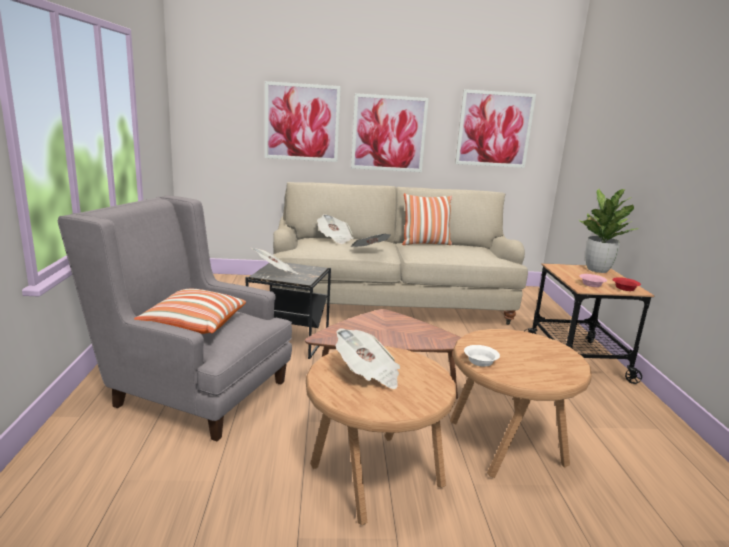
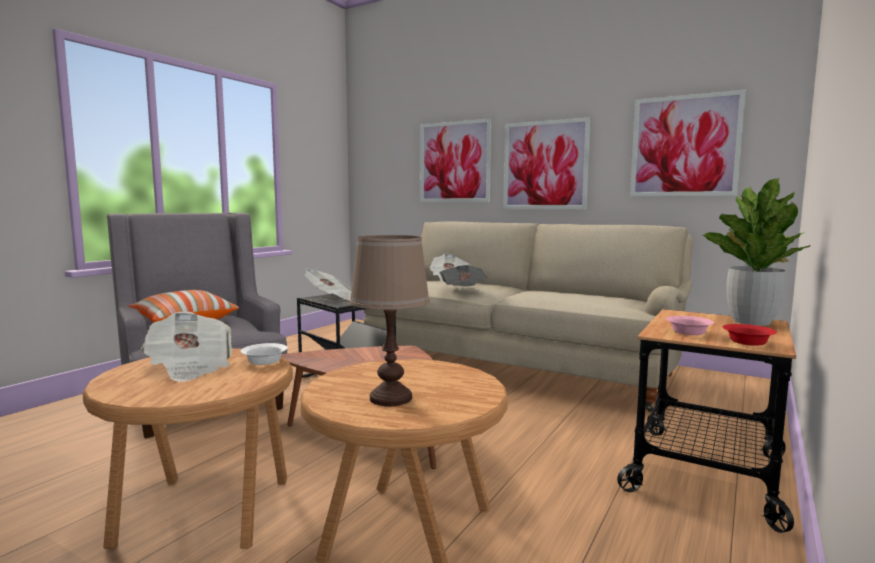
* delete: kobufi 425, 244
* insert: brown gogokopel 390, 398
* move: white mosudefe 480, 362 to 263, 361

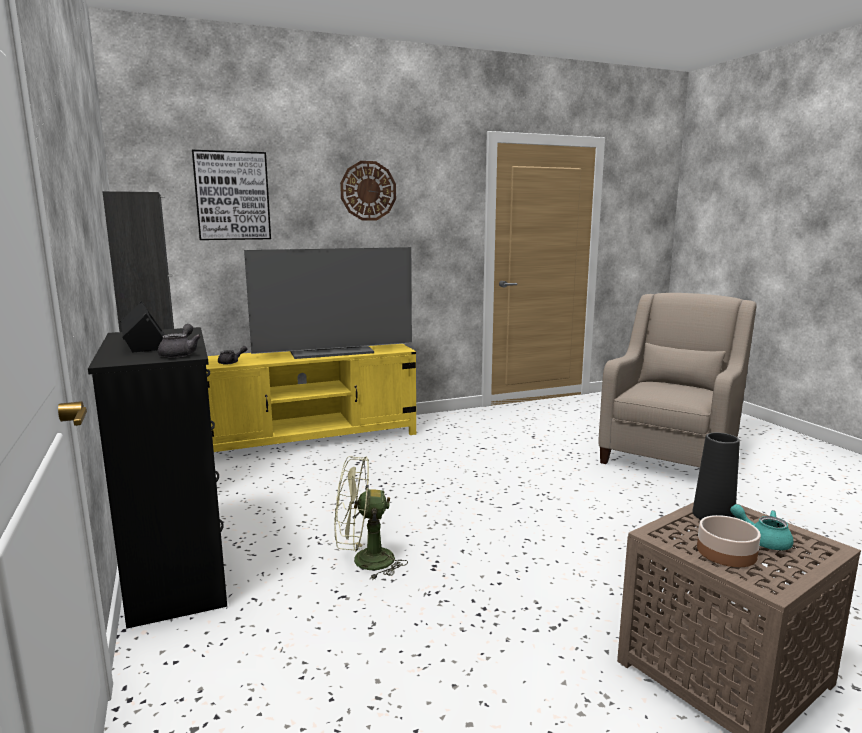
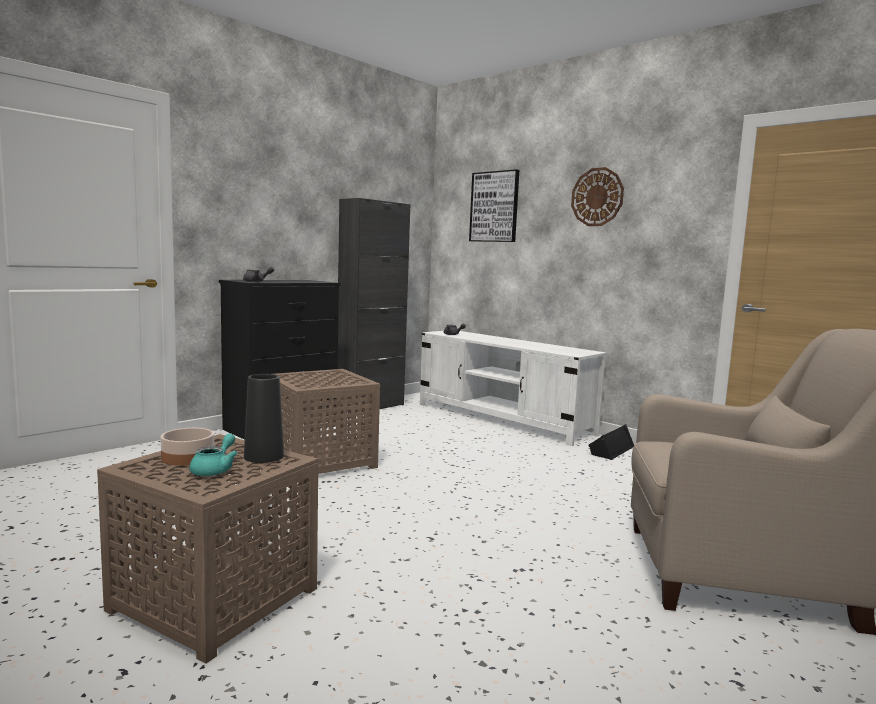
* delete: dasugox 332, 352
* move: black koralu 143, 342 to 610, 450
* replace: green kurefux 364, 562 to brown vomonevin 319, 462
* recolor: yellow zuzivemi 310, 439 to white zuzivemi 503, 419

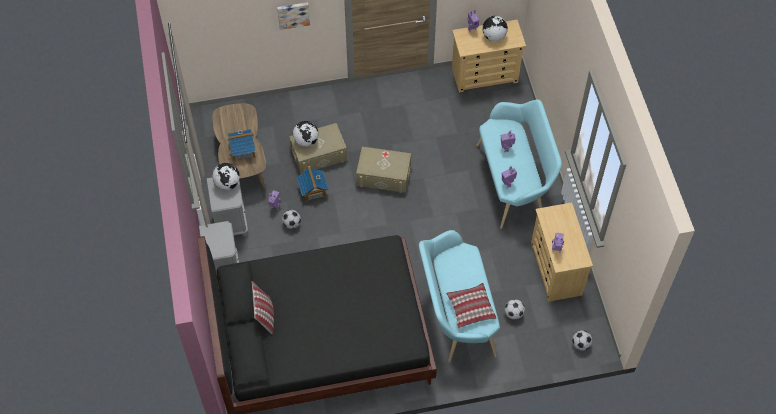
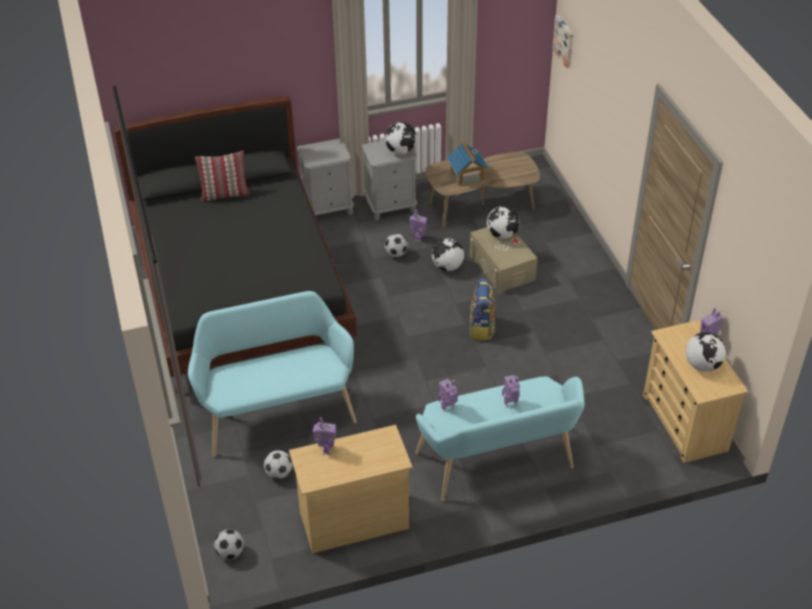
* delete: kobufi 470, 308
* move: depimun 293, 14 to 564, 41
* replace: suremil 313, 190 to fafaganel 447, 267
* replace: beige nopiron 384, 175 to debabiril 482, 328

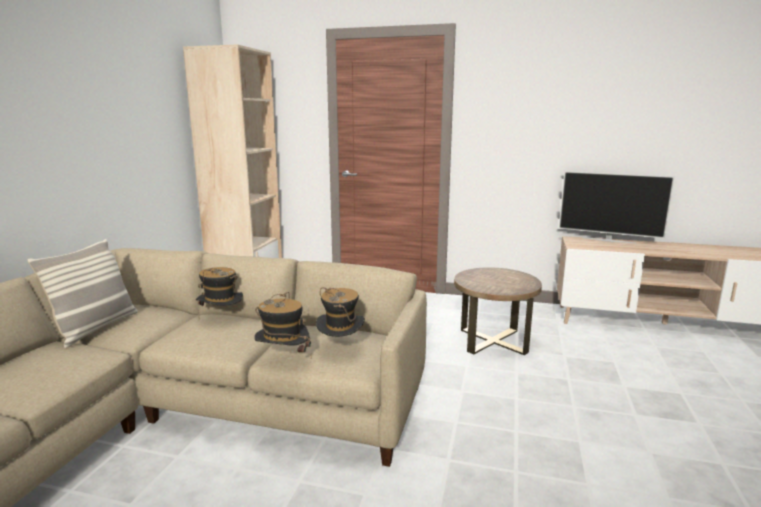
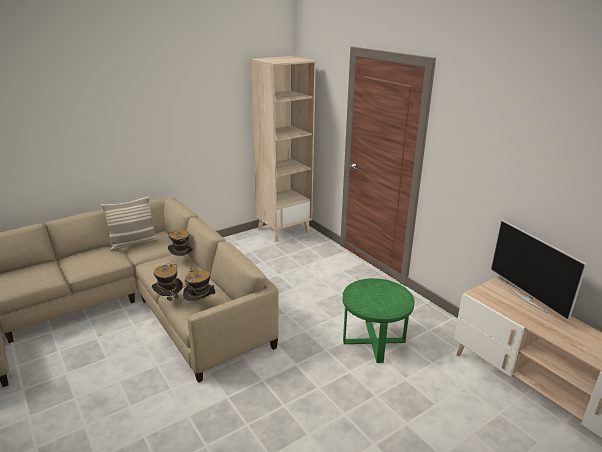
* recolor: brown vomonevin 493, 341 to green vomonevin 374, 341

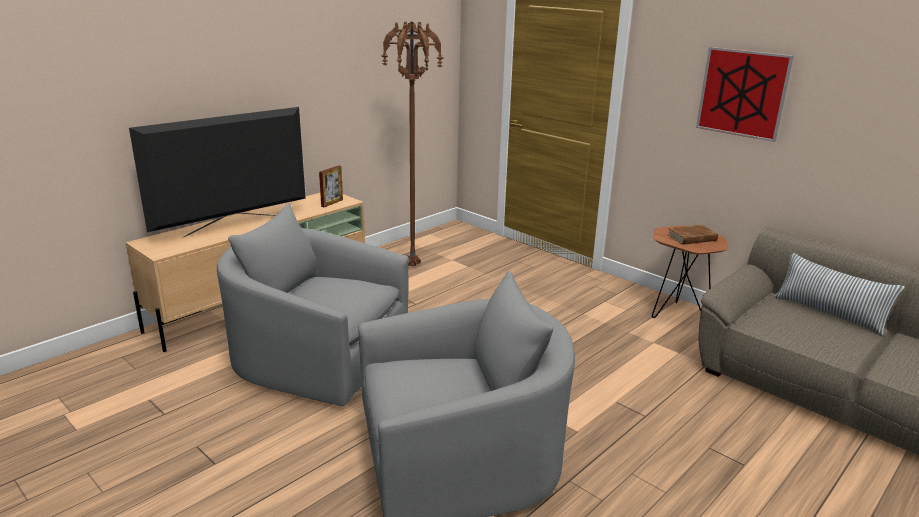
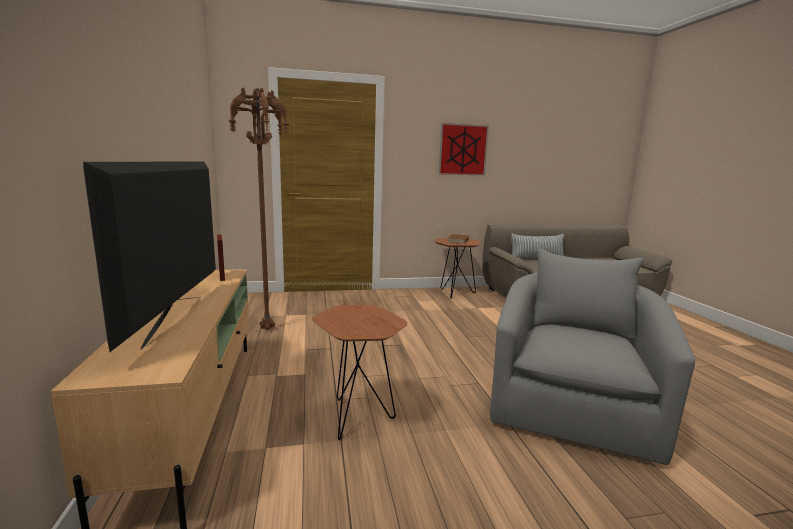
* replace: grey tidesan 316, 358 to brown vomonevin 358, 419

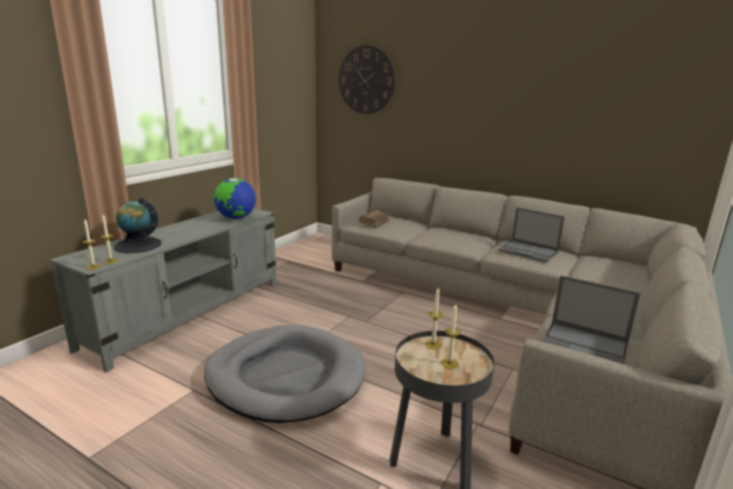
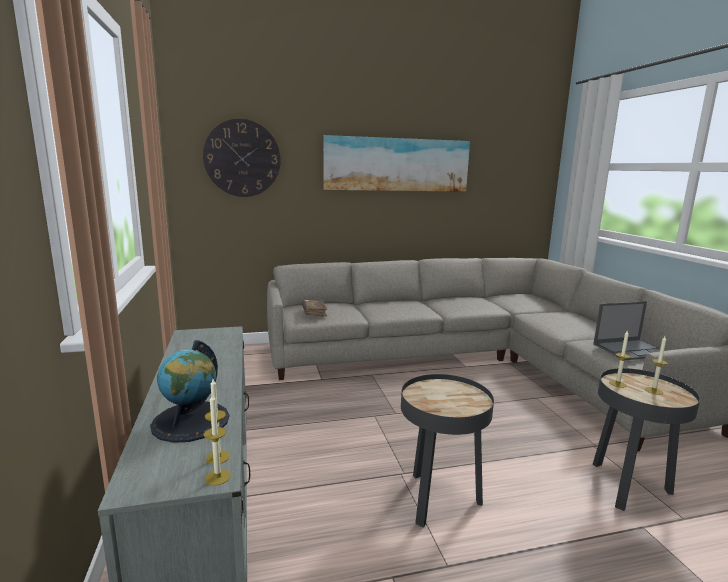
* delete: fafaganel 236, 218
* delete: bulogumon 529, 251
* insert: depimun 397, 164
* replace: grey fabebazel 285, 377 to black vomonevin 438, 499

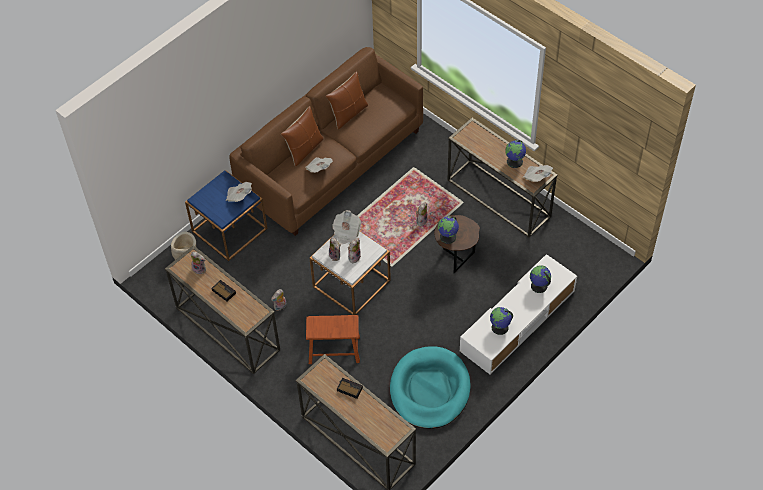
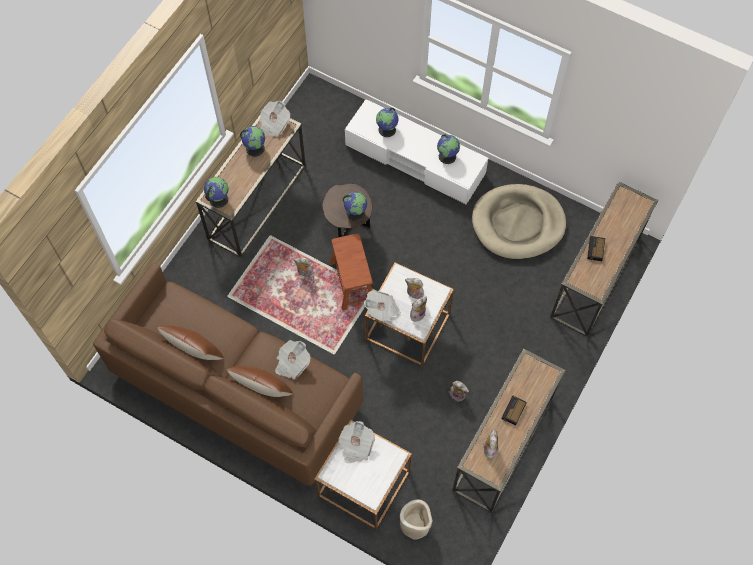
* insert: fafaganel 218, 199
* move: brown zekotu 334, 349 to 353, 282
* recolor: blue vomonevin 229, 230 to white vomonevin 363, 483
* recolor: turquoise fabebazel 430, 390 to beige fabebazel 518, 223

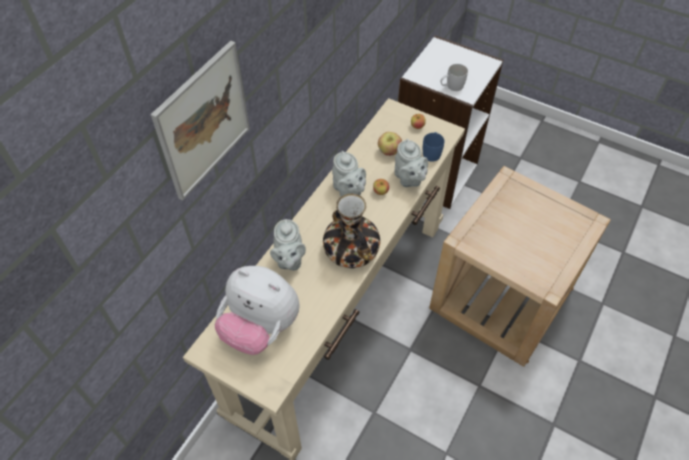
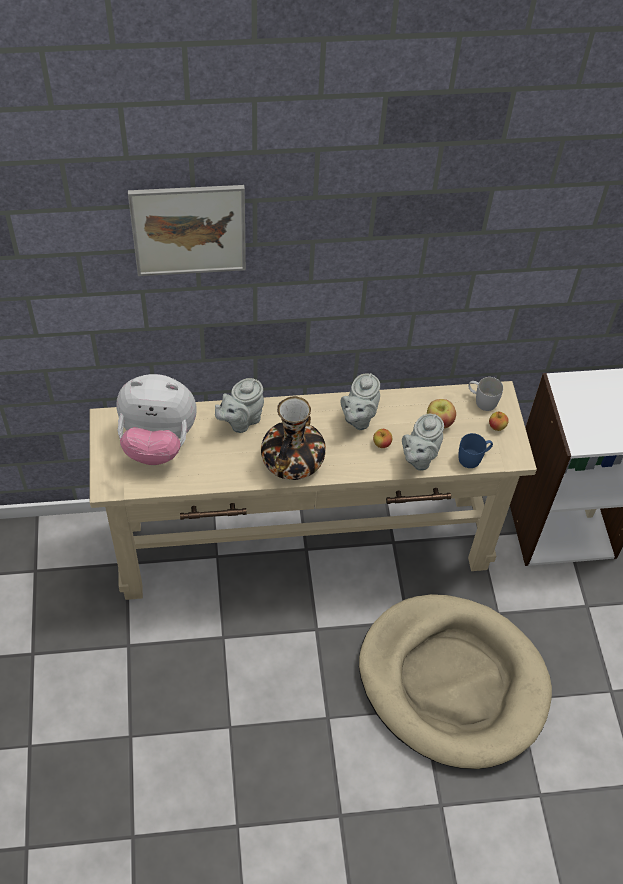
* move: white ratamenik 451, 87 to 482, 400
* replace: beige vomonevin 501, 298 to beige fabebazel 452, 682
* rotate: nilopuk 260, 327 = 157, 443 75 degrees counterclockwise

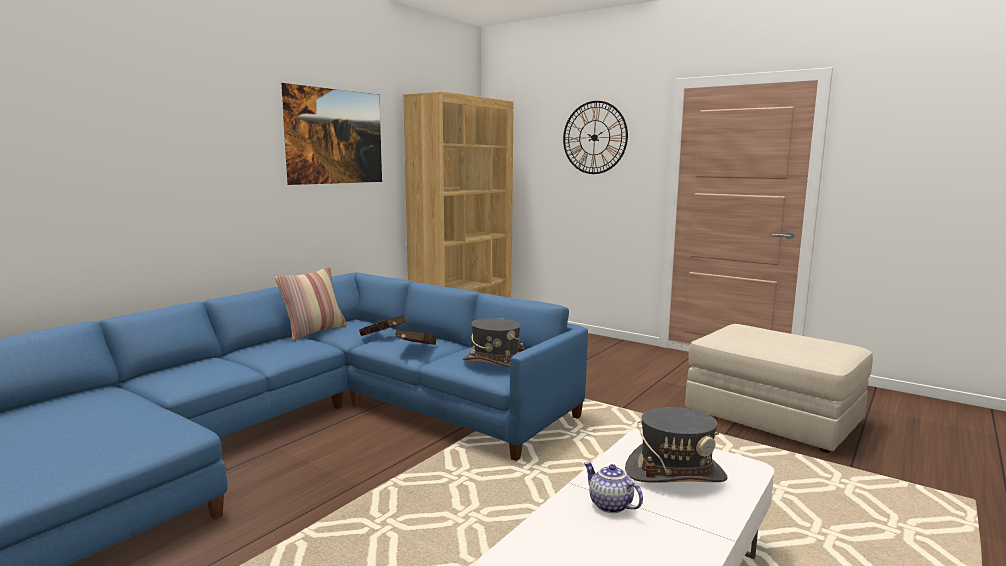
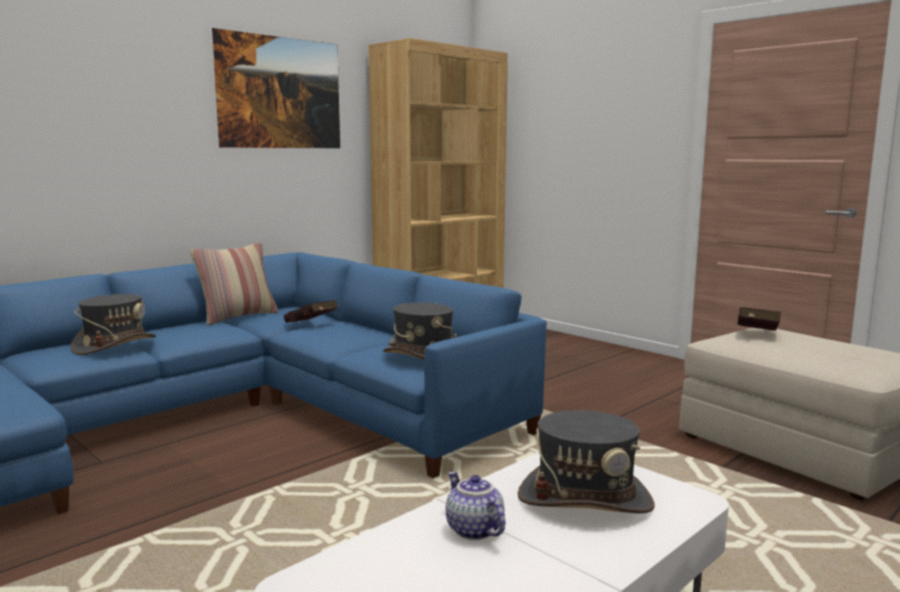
* delete: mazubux 594, 137
* insert: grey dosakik 114, 345
* move: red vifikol 415, 349 to 756, 334

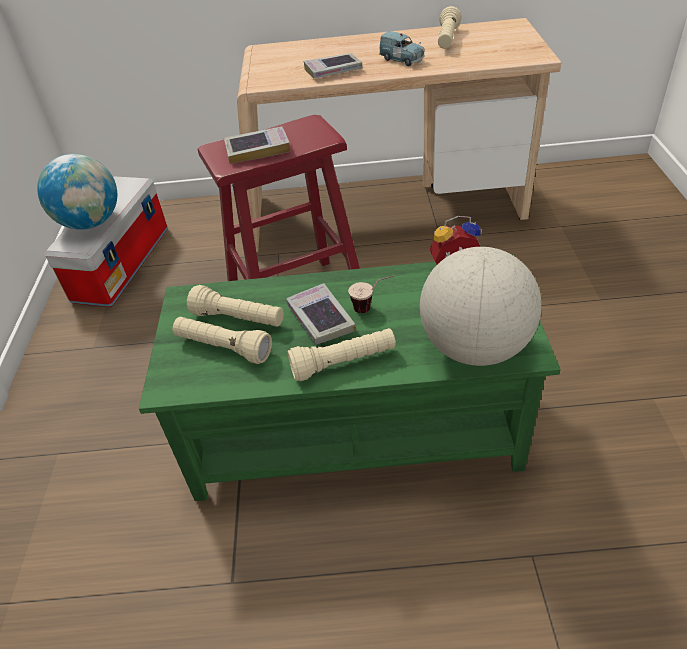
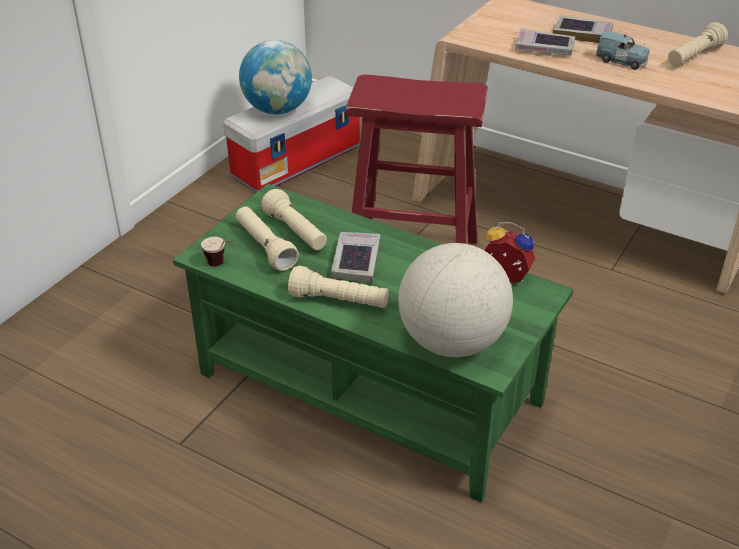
* move: vifikol 257, 149 to 582, 34
* move: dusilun 372, 308 to 222, 265
* rotate: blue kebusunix 402, 60 = 621, 61 45 degrees counterclockwise

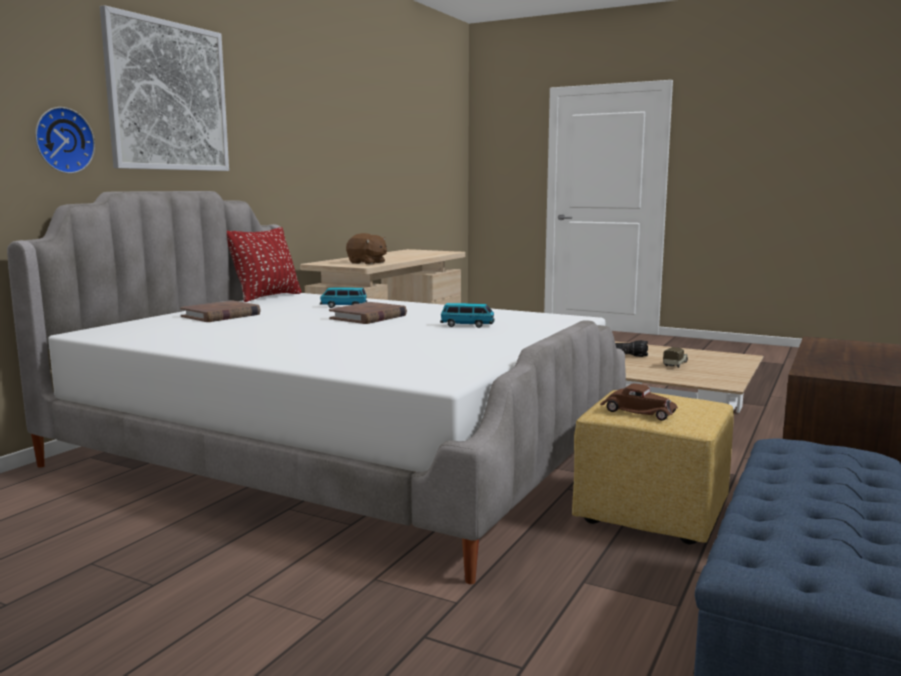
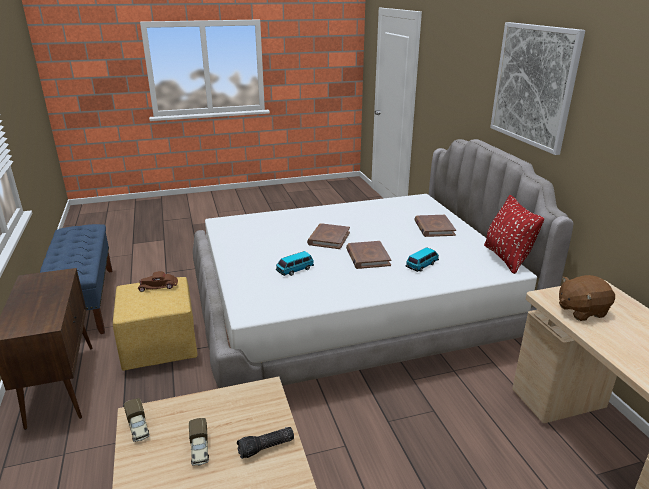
* delete: mazubux 62, 140
* insert: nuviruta 138, 427
* insert: brown vifikol 329, 238

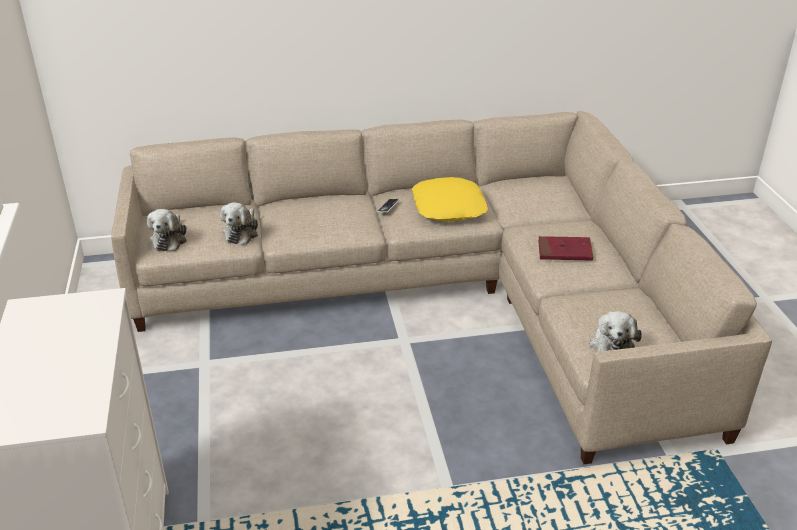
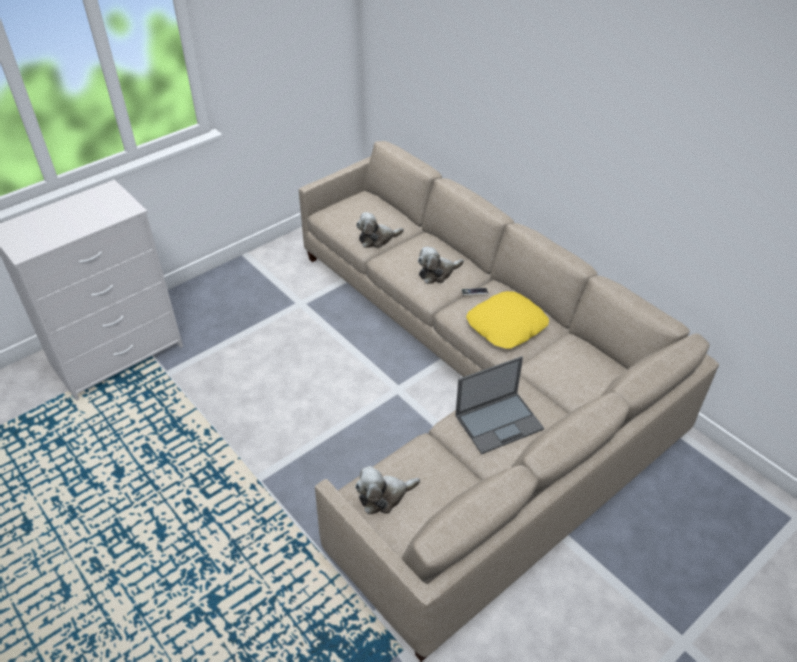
* move: nilopuk 169, 239 to 437, 273
* replace: red vifikol 564, 251 to bulogumon 499, 422

